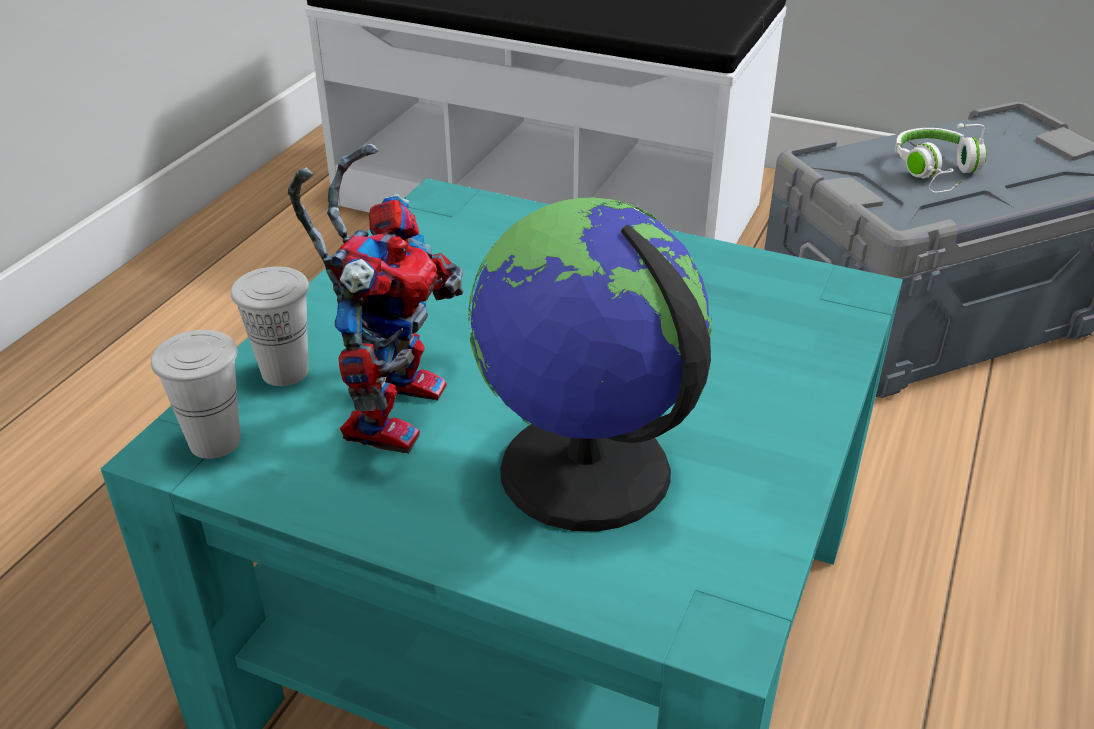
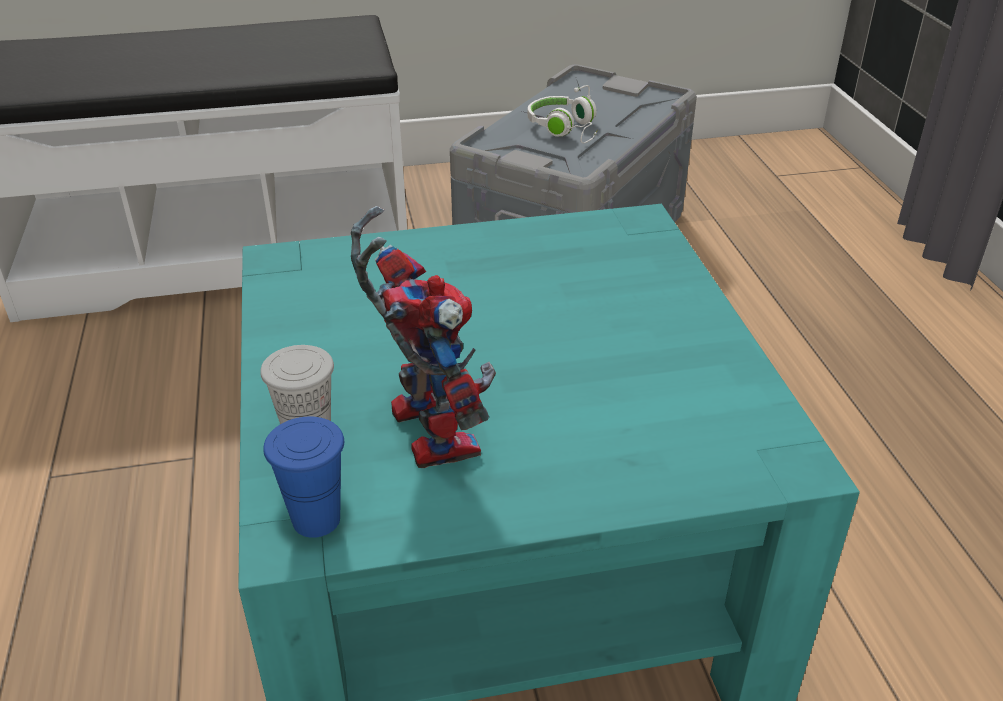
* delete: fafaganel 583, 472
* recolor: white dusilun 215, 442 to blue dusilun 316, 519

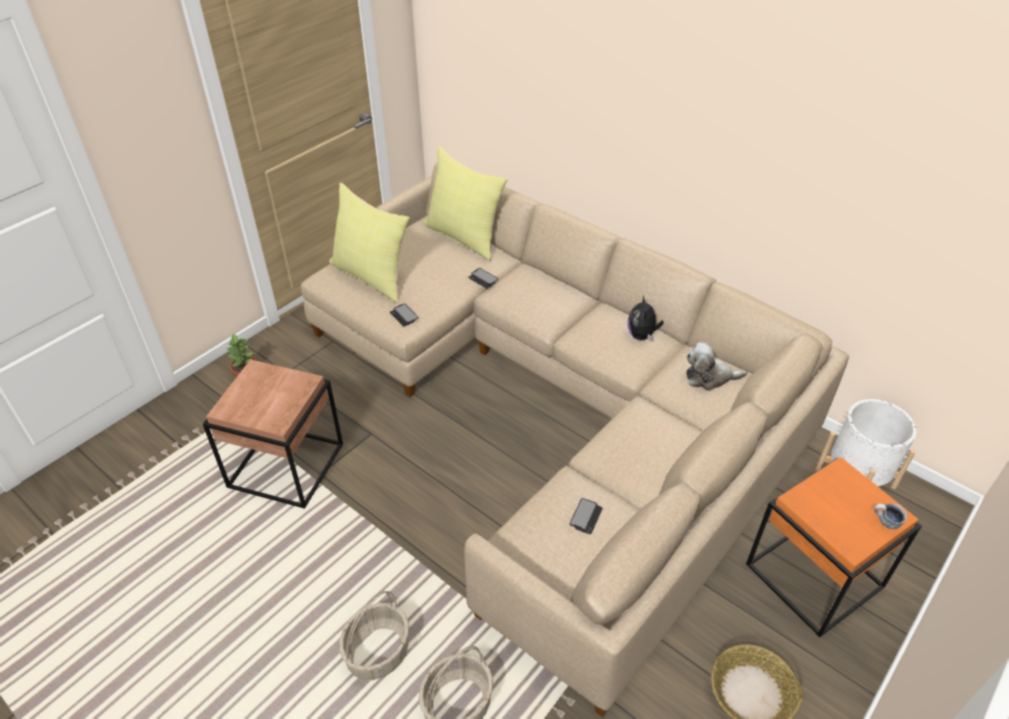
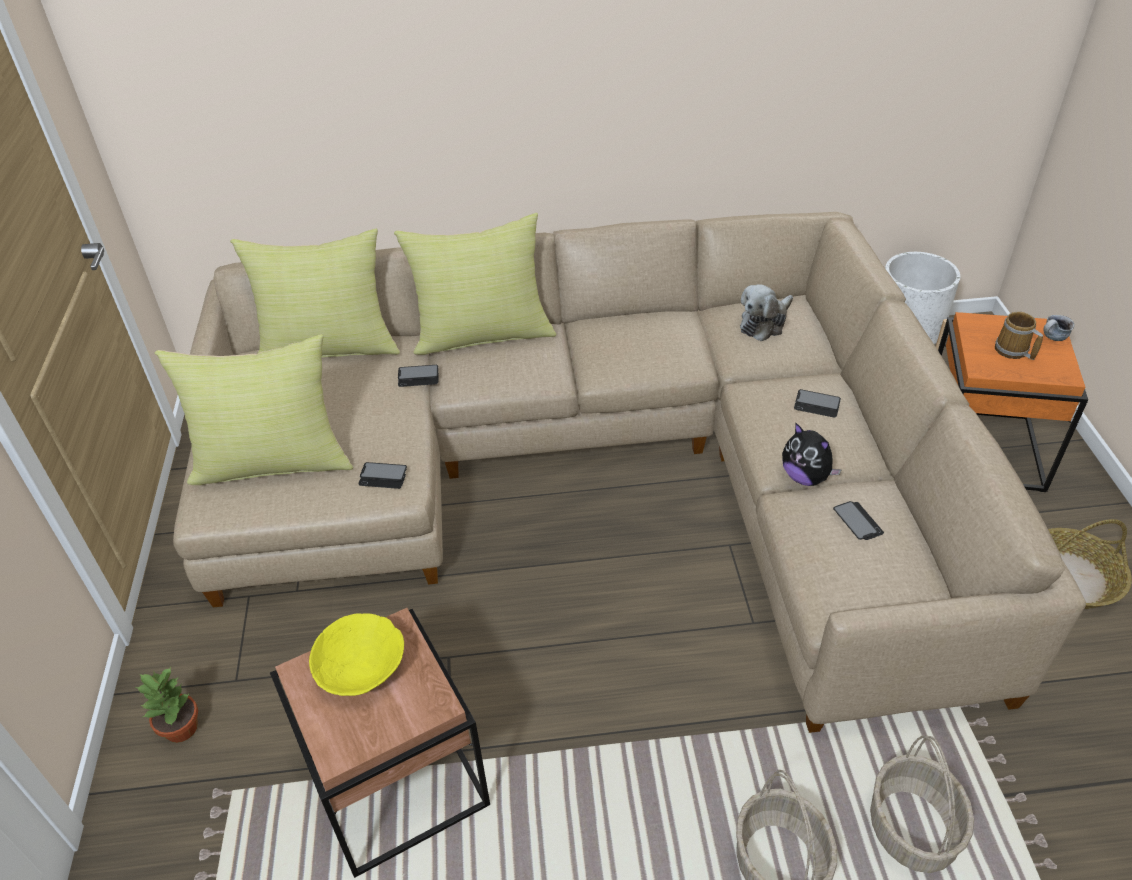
* insert: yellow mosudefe 362, 669
* insert: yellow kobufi 483, 334
* insert: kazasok 817, 404
* insert: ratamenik 1012, 351
* move: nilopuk 642, 335 to 805, 477

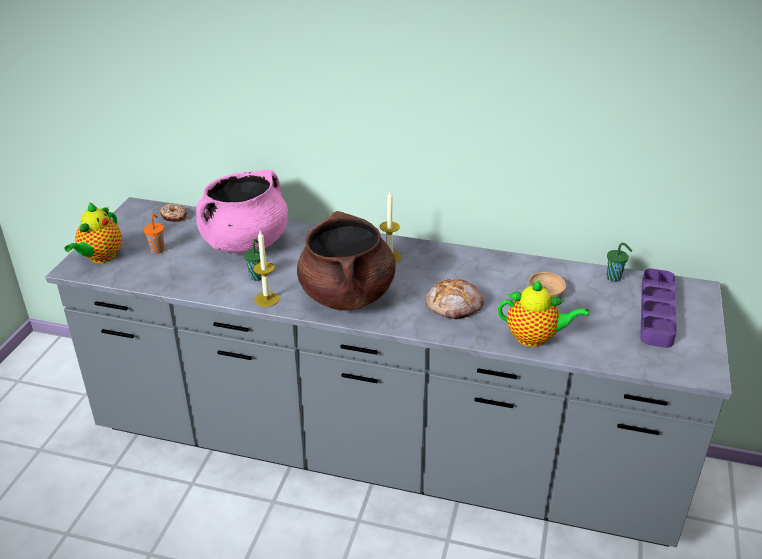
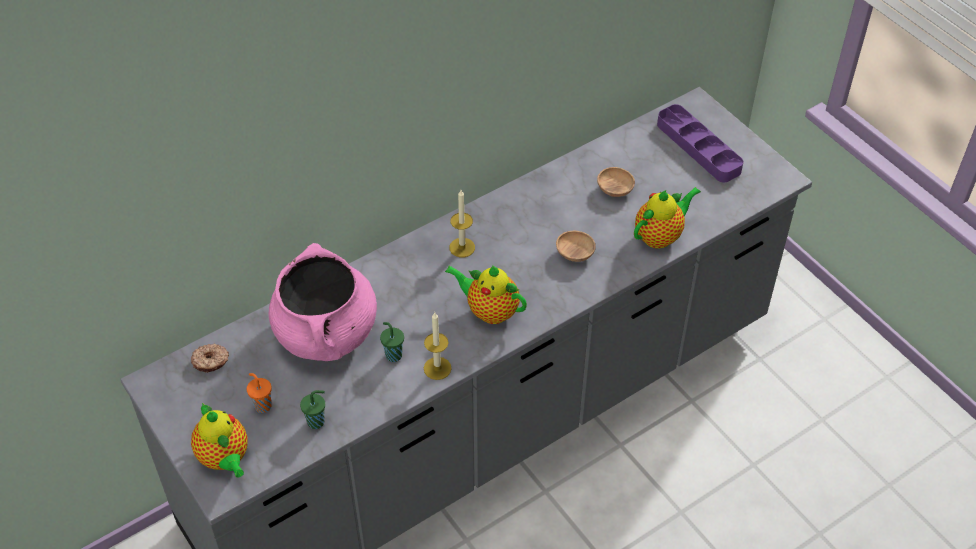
* move: green dusilun 614, 278 to 317, 421
* replace: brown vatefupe 347, 295 to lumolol 489, 311
* replace: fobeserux 454, 306 to brown mosudefe 575, 253

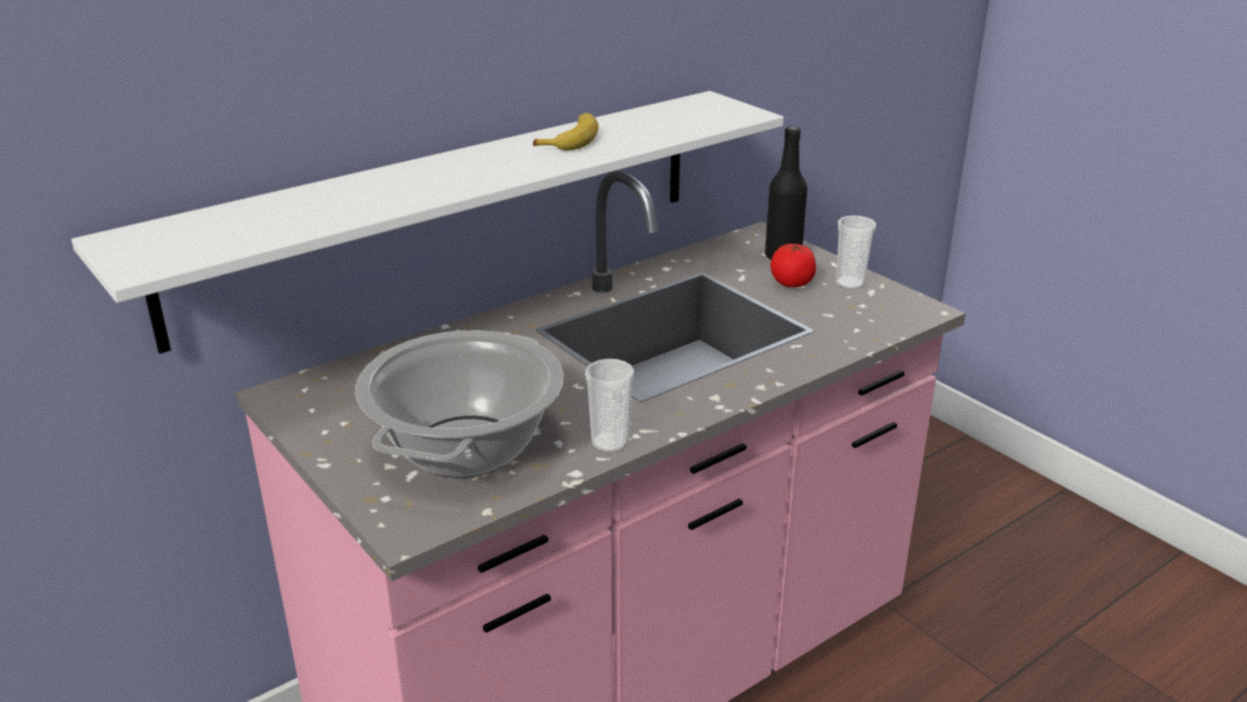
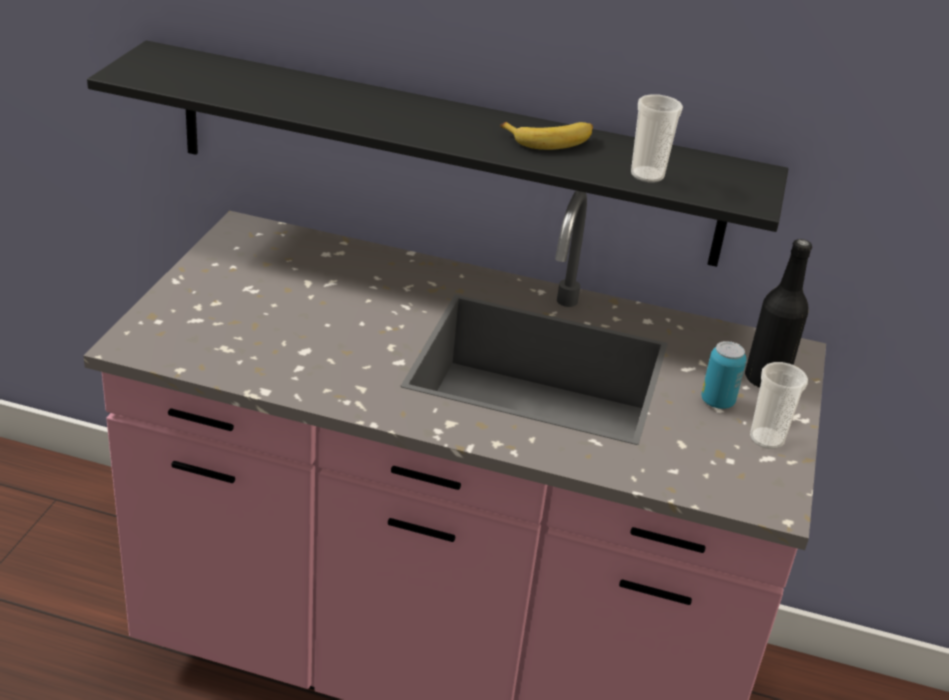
* delete: vatefupe 465, 446
* move: dusilun 610, 443 to 647, 175
* replace: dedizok 792, 283 to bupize 717, 401
* recolor: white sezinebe 448, 210 to black sezinebe 446, 154

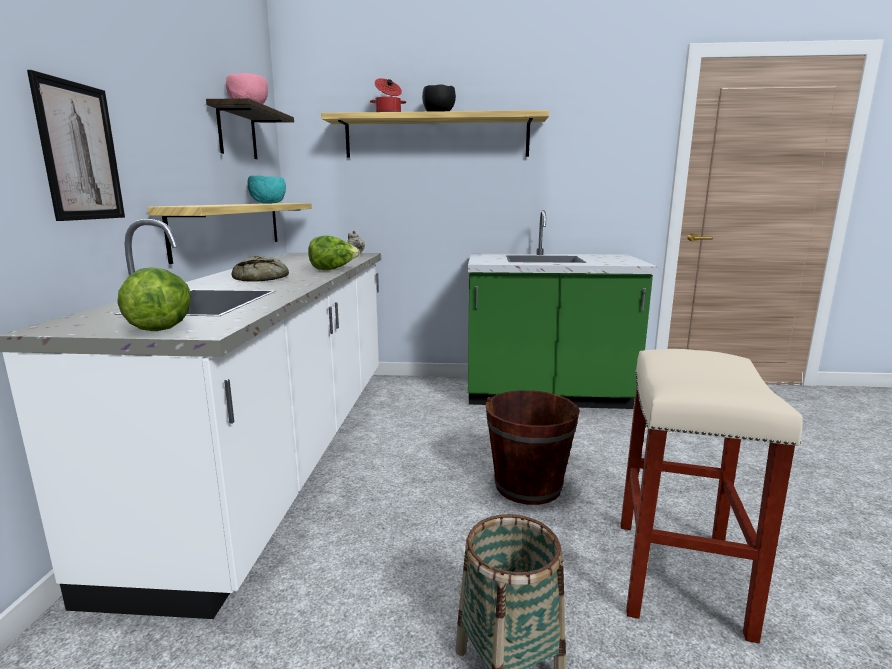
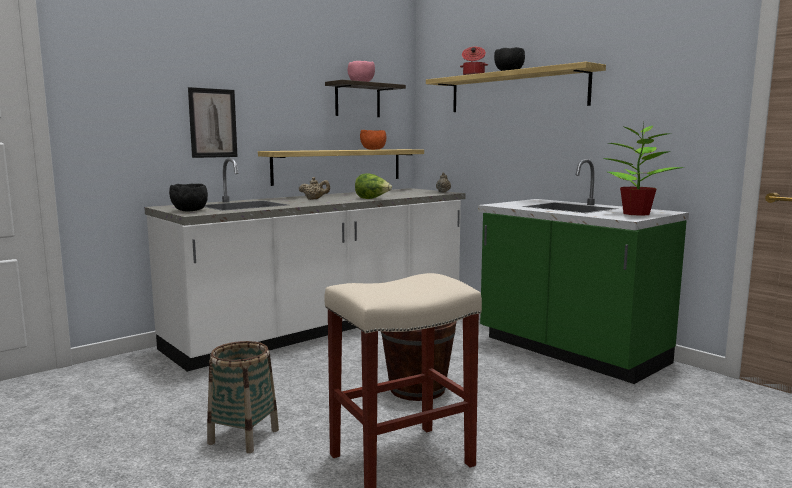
* insert: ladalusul 635, 214
* replace: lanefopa 161, 327 to black mosudefe 188, 211
* replace: fobeserux 263, 278 to beige lumolol 314, 199
* recolor: turquoise mosudefe 267, 203 to orange mosudefe 372, 149

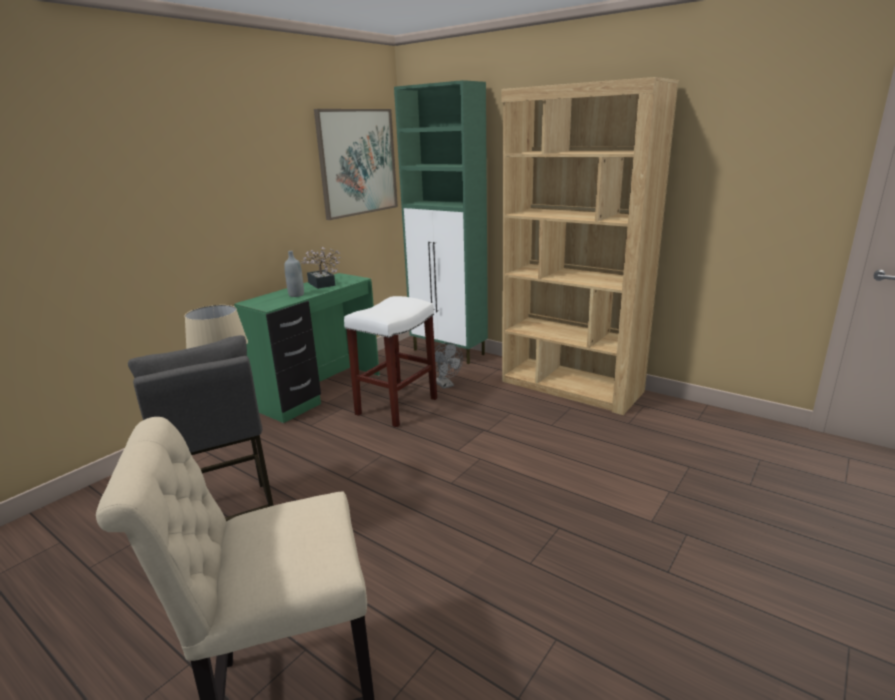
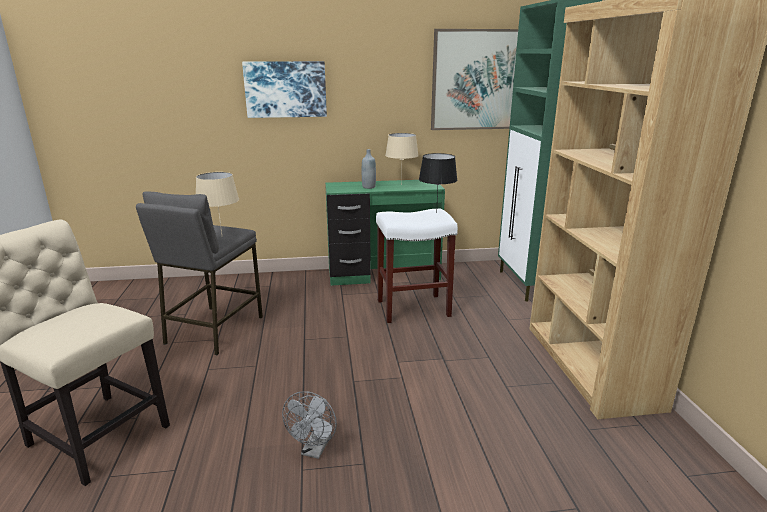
* insert: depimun 285, 89
* insert: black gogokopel 436, 213
* move: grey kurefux 445, 385 to 314, 450
* replace: ladalusul 322, 285 to beige gogokopel 401, 184

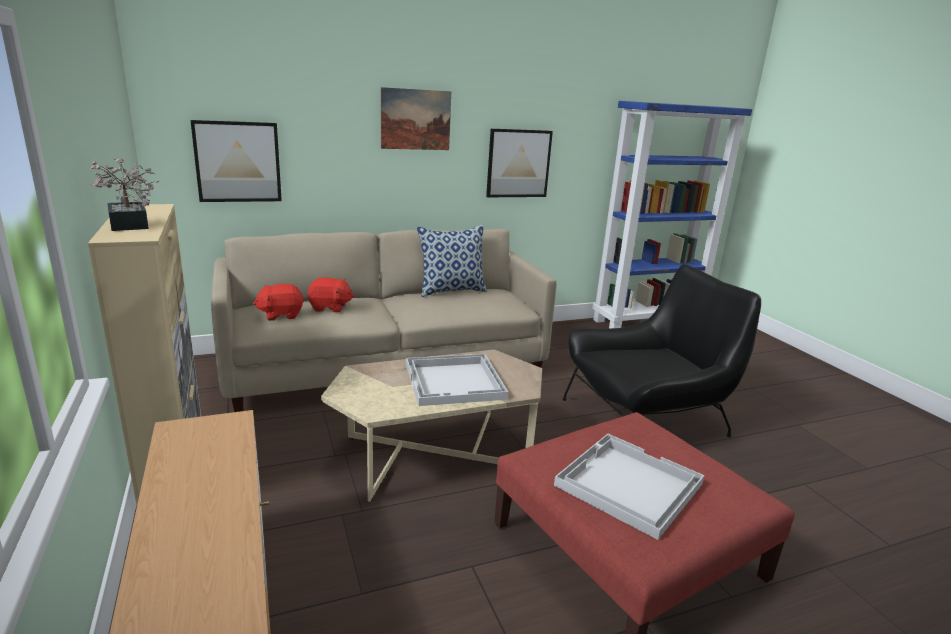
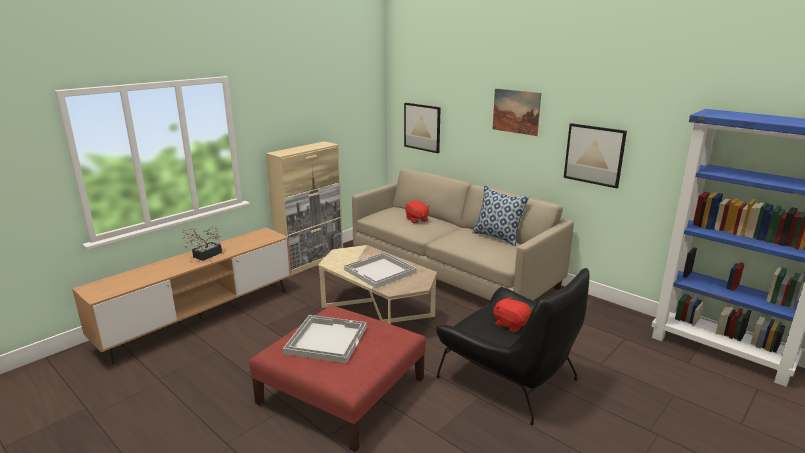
* move: ladalusul 128, 226 to 204, 256
* move: red nilopuk 281, 315 to 511, 325

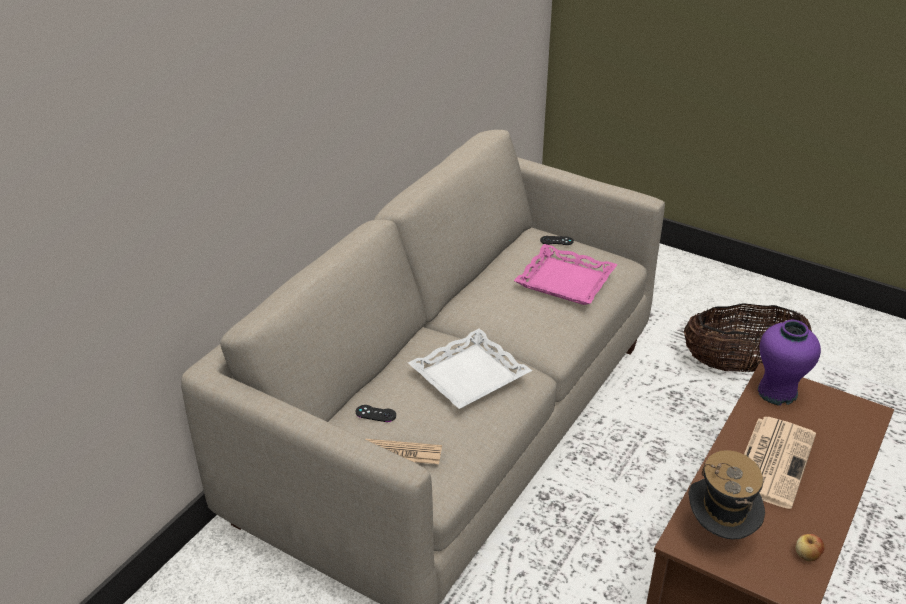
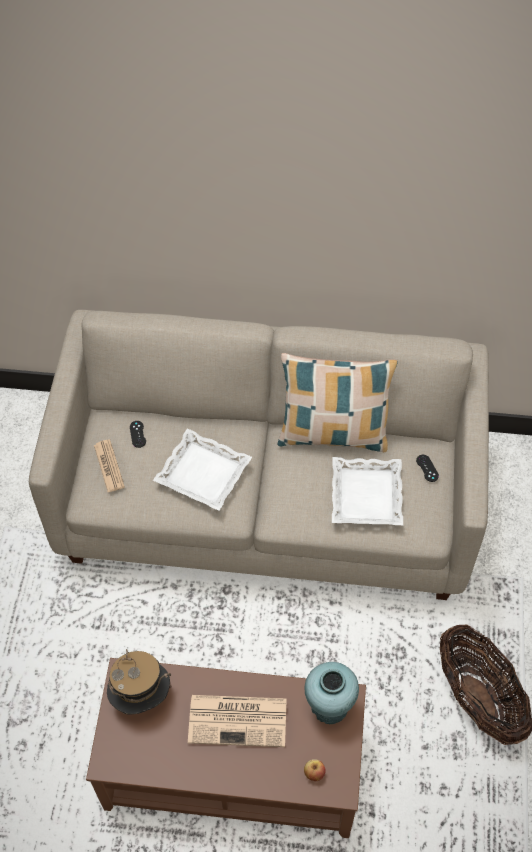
* insert: kobufi 333, 434
* move: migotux 806, 555 to 314, 773
* recolor: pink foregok 565, 281 to white foregok 367, 495
* recolor: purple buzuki 777, 392 to turquoise buzuki 329, 707

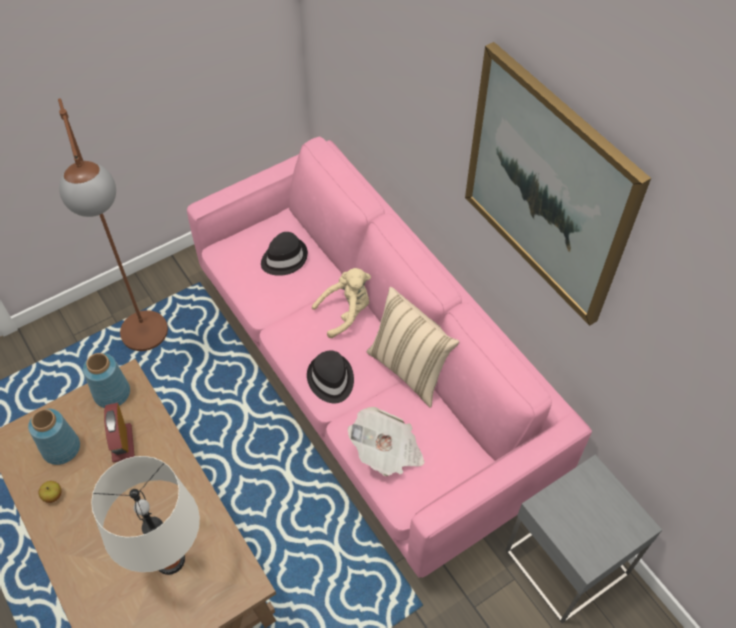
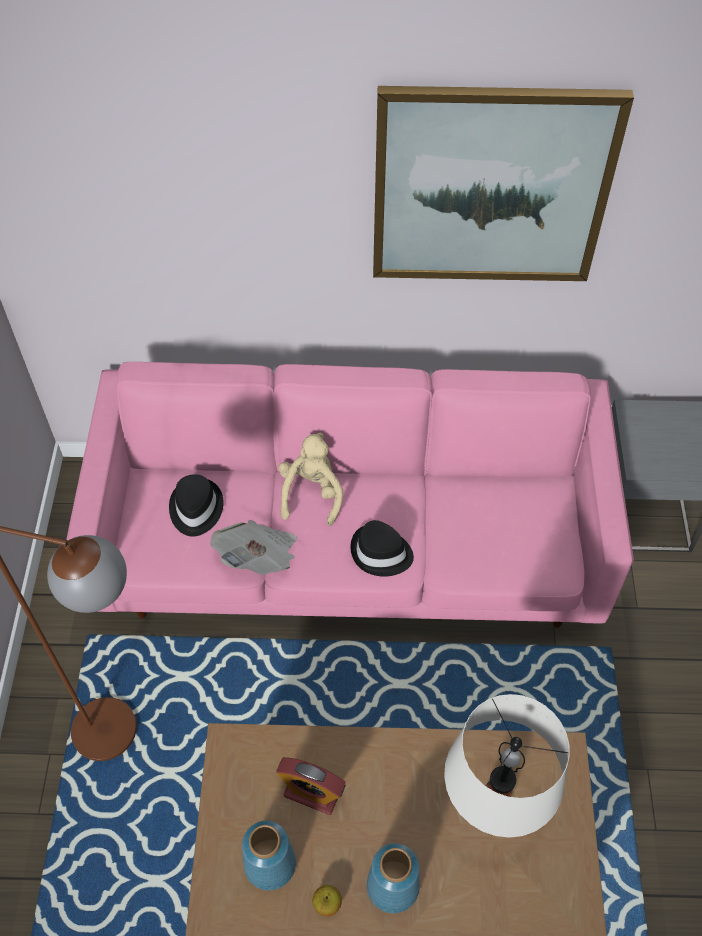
* delete: beige kobufi 409, 369
* move: blue buzuki 112, 393 to 392, 885
* move: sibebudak 387, 451 to 259, 557

